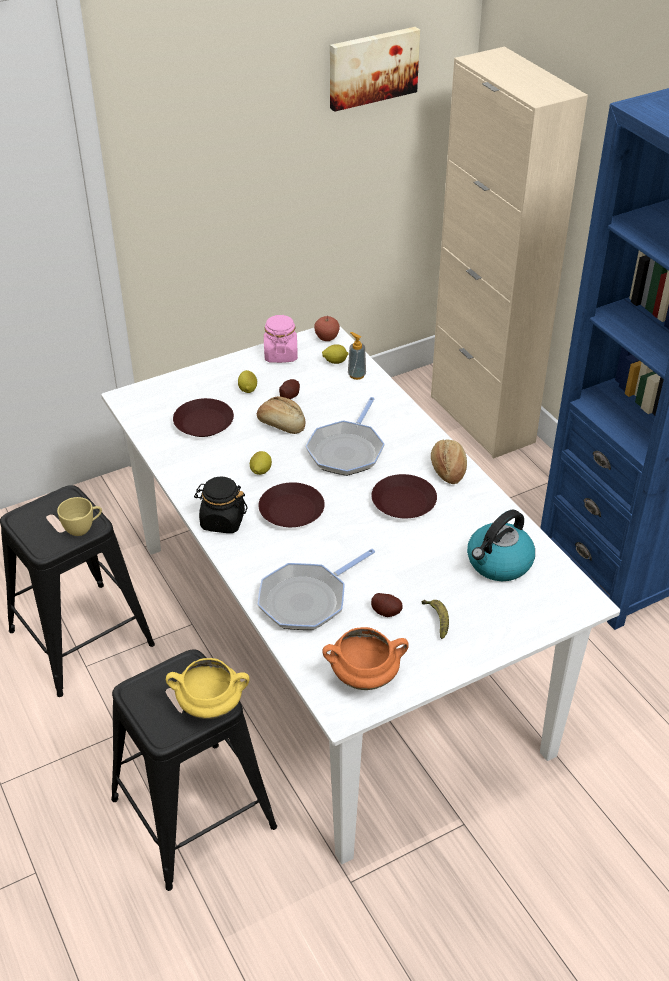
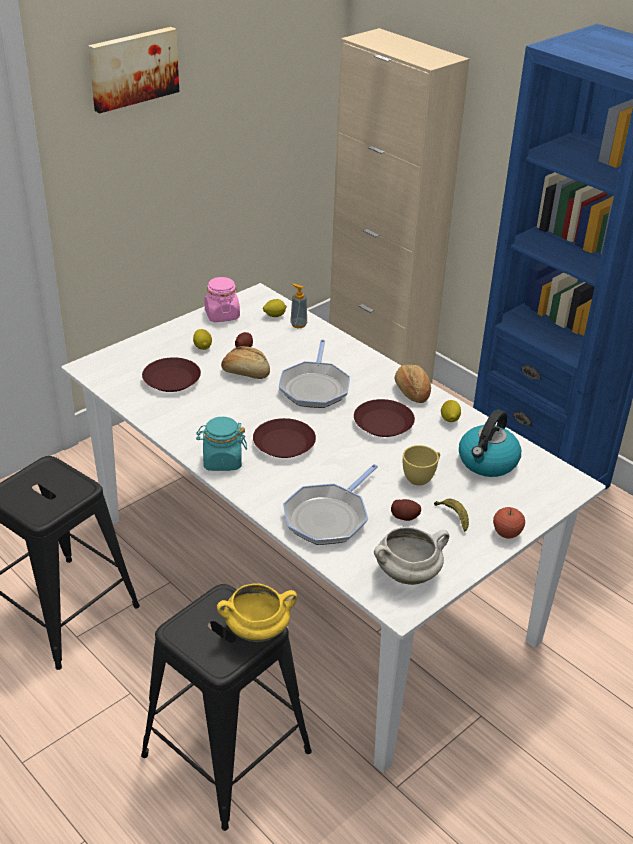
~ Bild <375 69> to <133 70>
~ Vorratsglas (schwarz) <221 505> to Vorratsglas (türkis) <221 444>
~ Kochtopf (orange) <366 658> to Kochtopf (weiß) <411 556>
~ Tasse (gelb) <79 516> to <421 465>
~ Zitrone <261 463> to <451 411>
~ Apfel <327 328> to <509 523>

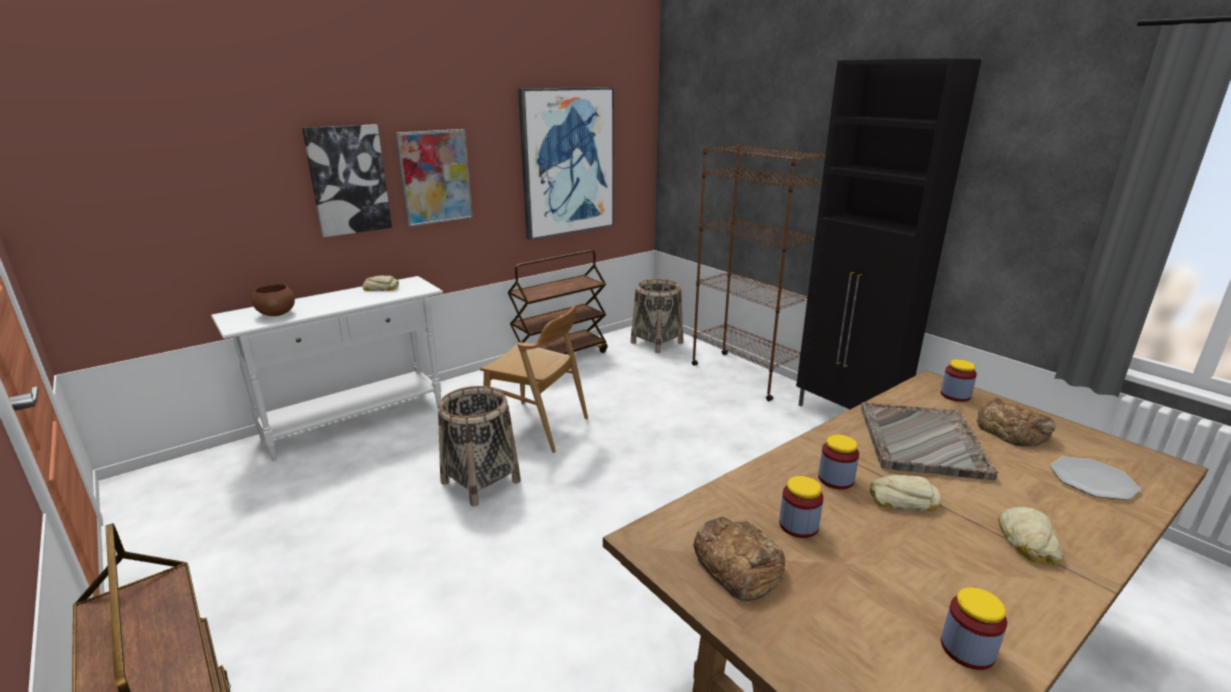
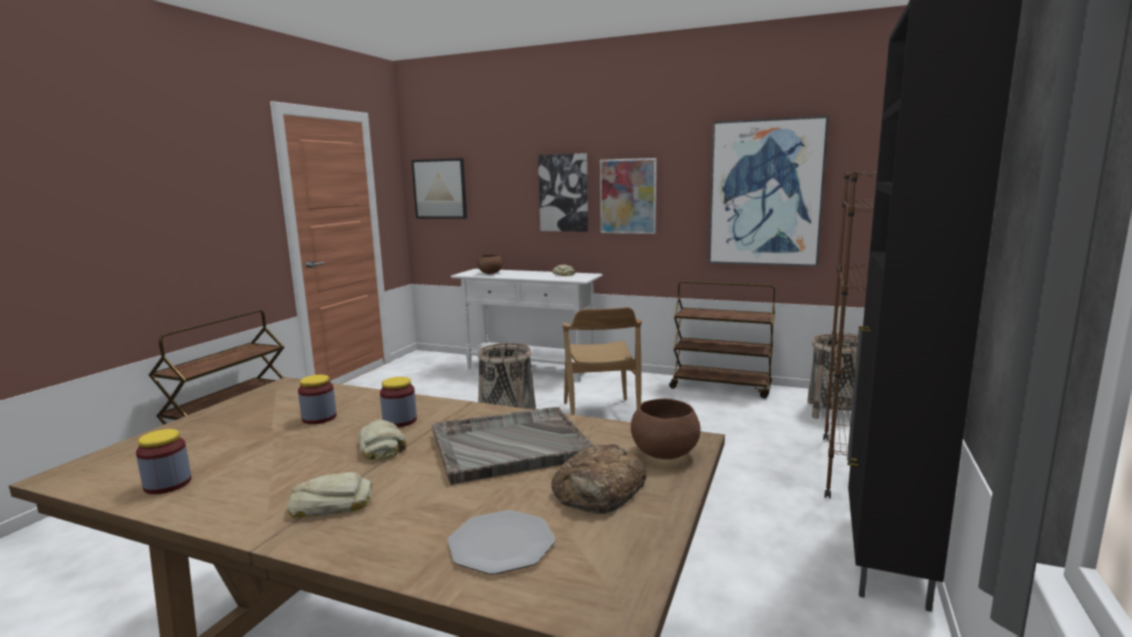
+ Bild <439 188>
~ Vorratsglas <958 380> to Schüssel (braun) <666 429>
- Brot <739 559>

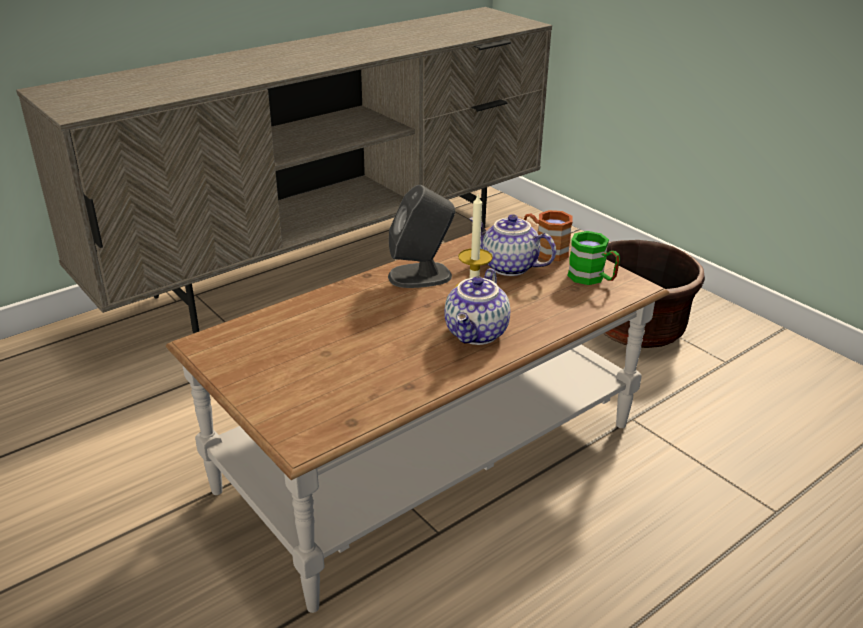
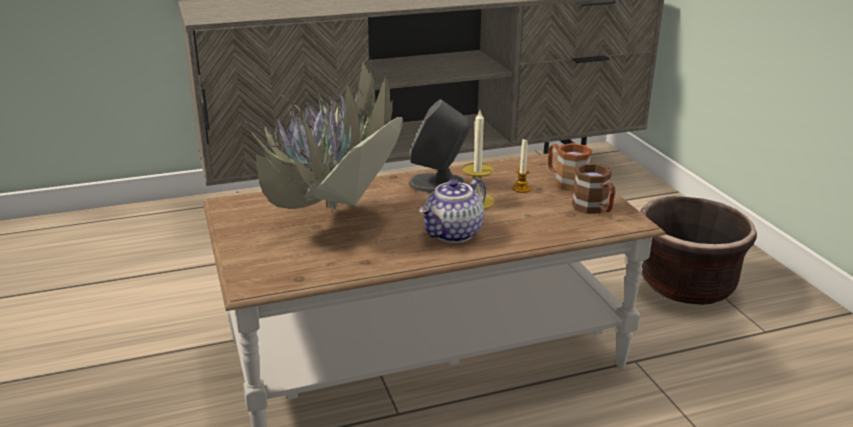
+ Topfpflanze <317 127>
~ Teekanne <512 245> to Kerze <522 166>
~ Henkelbecher (grün) <593 258> to Henkelbecher (braun) <593 188>

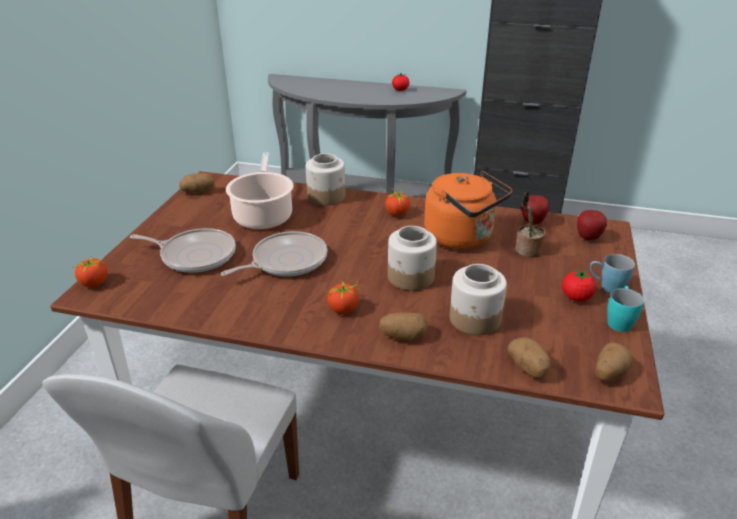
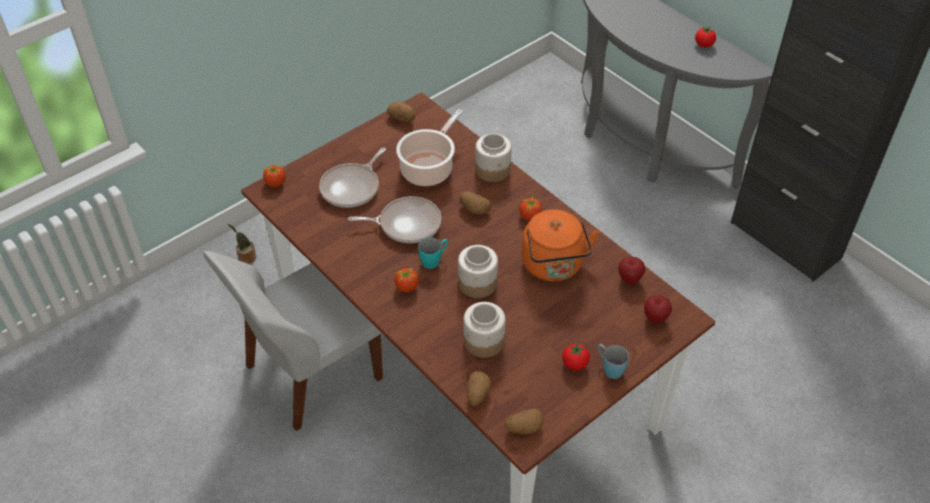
~ Topfpflanze <530 224> to <242 244>
~ Pfanne <183 250> = <352 178> 75 degrees clockwise
~ Henkelbecher (türkis) <625 309> to <433 253>
~ Kartoffel <403 326> to <476 203>

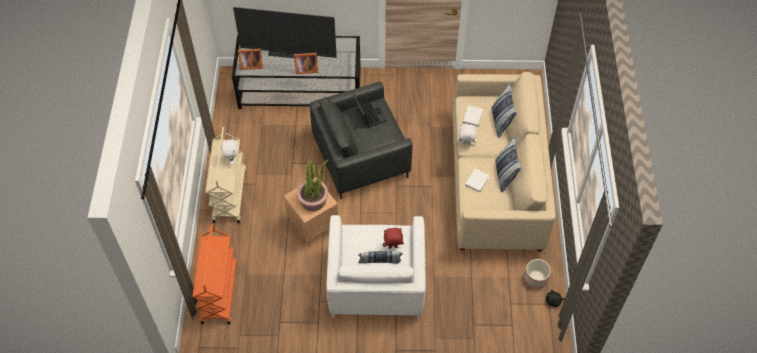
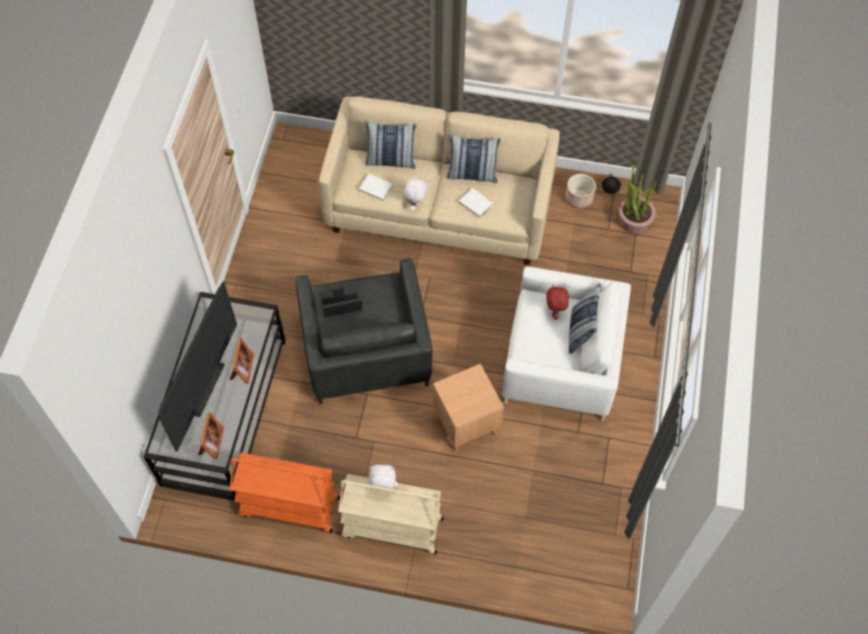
~ Rollwagen (orange) <215 274> to <284 493>
~ Topfpflanze <312 184> to <637 199>

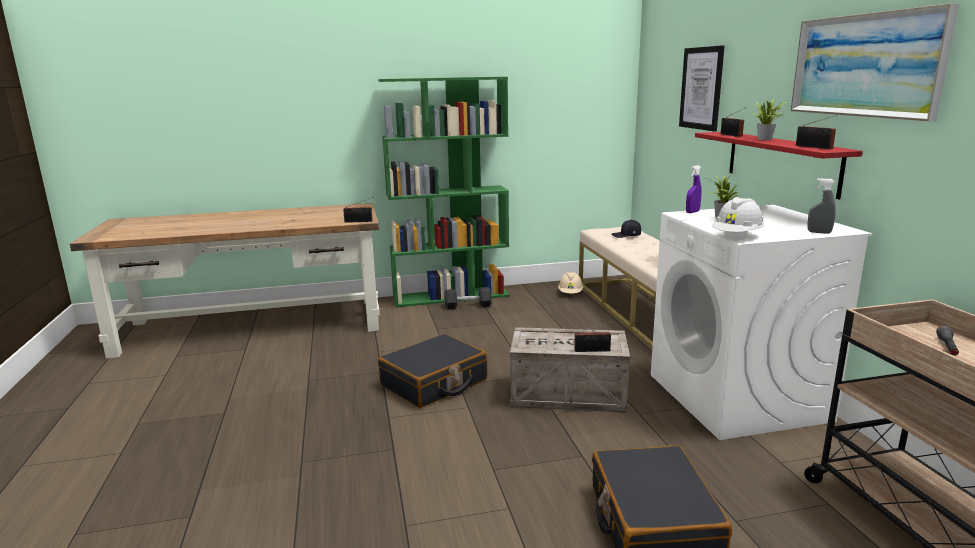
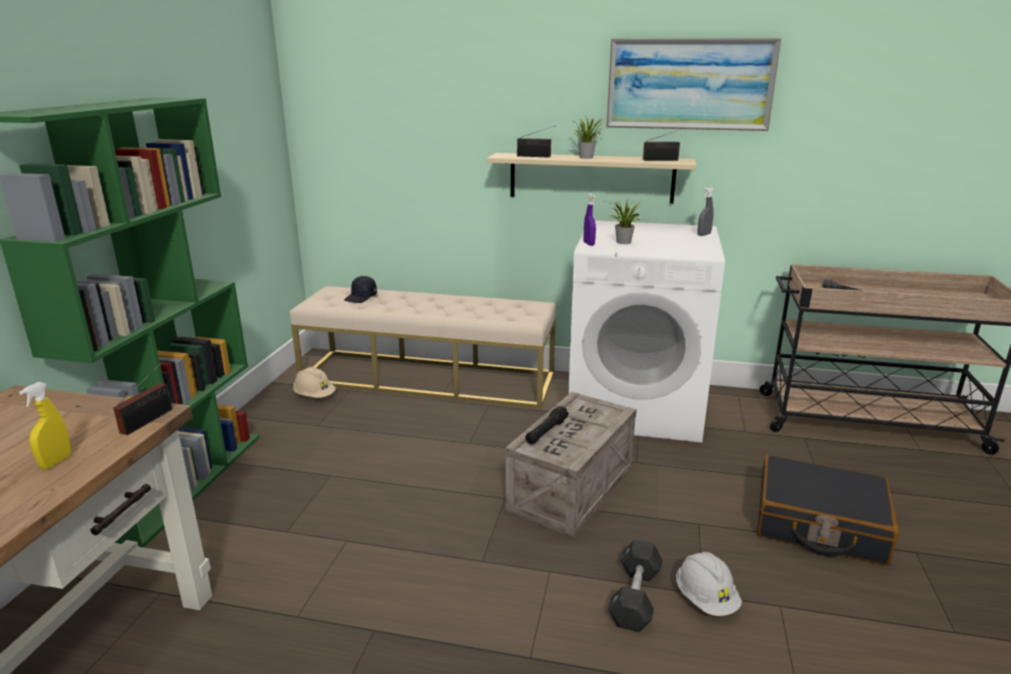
+ Sprühflasche (gelb) <45 425>
~ Wandregal (rot) <779 165> to Wandregal (beige) <591 178>
+ Taschenlampe (schwarz) <547 425>
~ Hantel (schwarz) <468 298> to <635 586>
~ Schutzhelm (weiß) <738 214> to <709 584>
- Koffer (schwarz) <432 371>
- Radio <594 336>
- Bild <702 88>

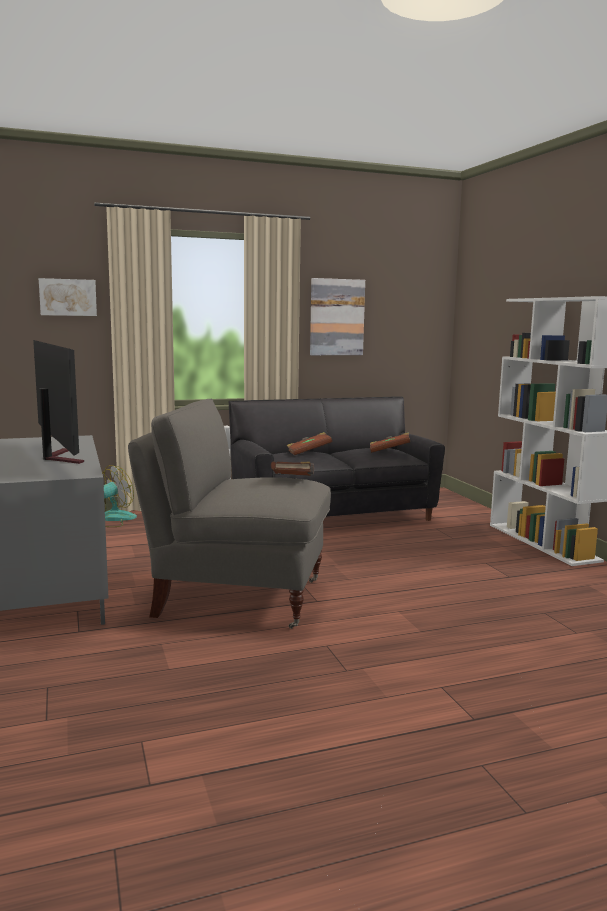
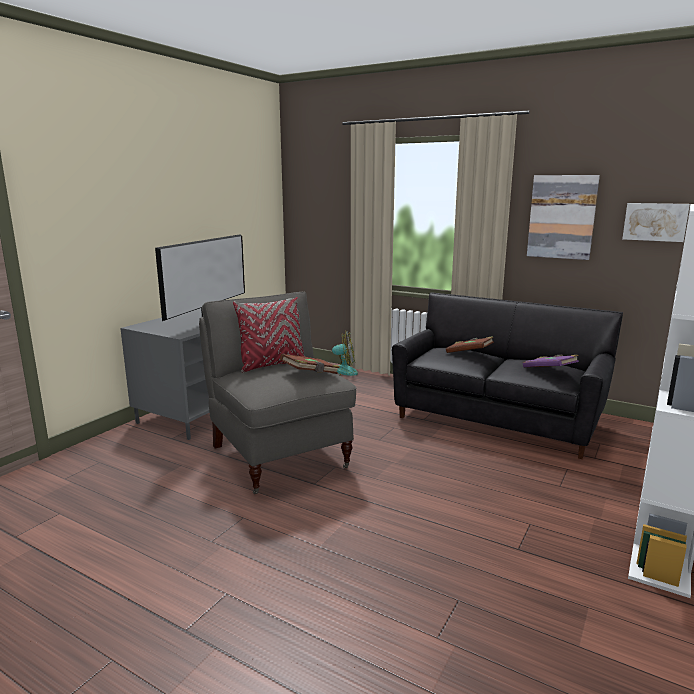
+ Kissen (rot) <269 334>
~ Buch (braun) <390 443> to Buch (lila) <551 361>
~ Bild <68 297> to <656 222>

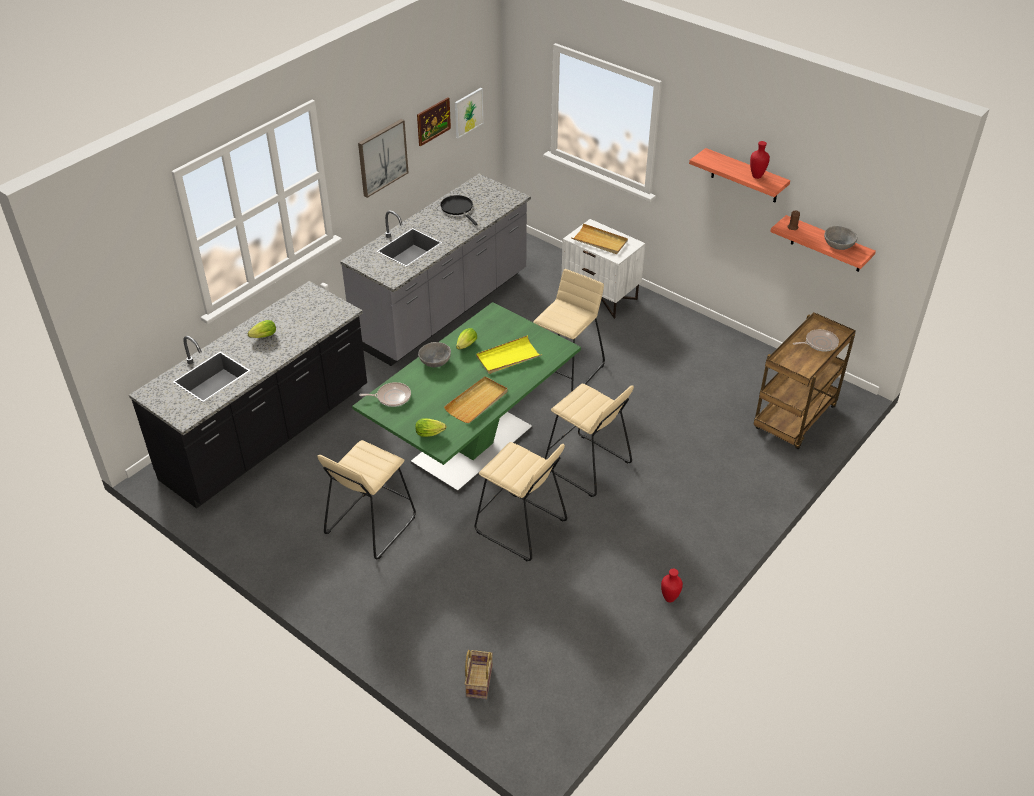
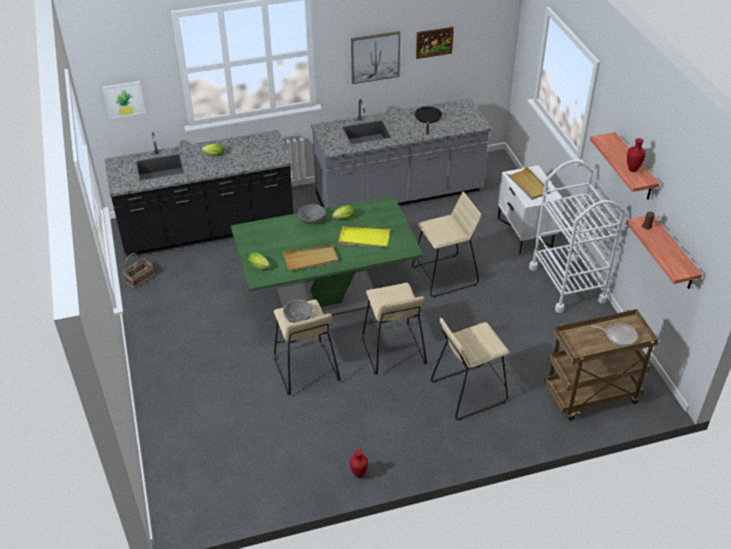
~ Bild <469 113> to <124 100>
~ Korb <479 674> to <139 271>
~ Schüssel (grau) <840 238> to <298 311>
~ Hocker (beige) <366 499> to <470 369>
+ Rollwagen (weiß) <577 236>
- Pfanne <385 394>

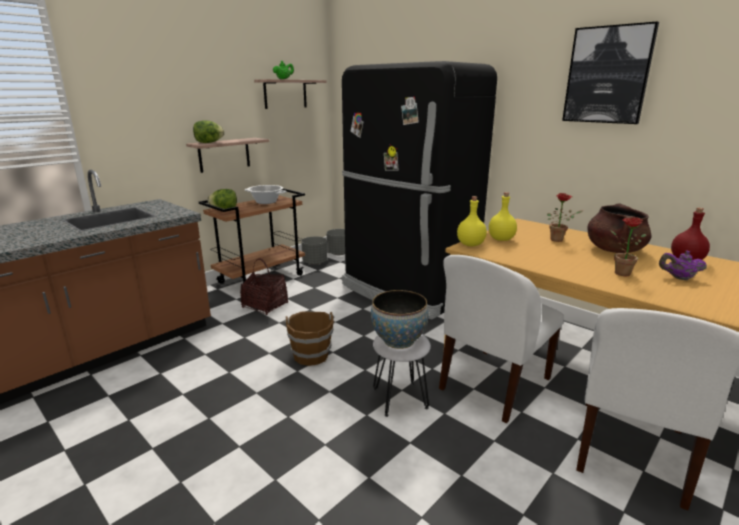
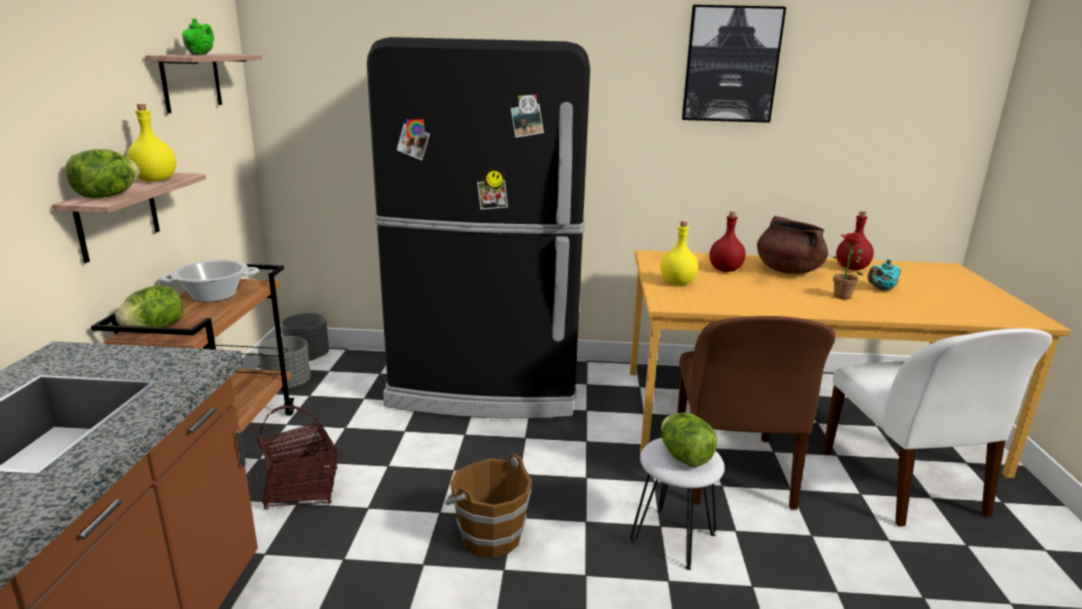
~ Flasche (gelb) <472 221> to <151 143>
~ Schüssel <400 319> to Salatkopf <689 440>
~ Stuhl (weiß) <501 339> to Stuhl (braun) <756 413>
~ Topfpflanze <565 217> to Flasche (rot) <727 241>
~ Teekanne (lila) <683 265> to Teekanne (türkis) <884 275>

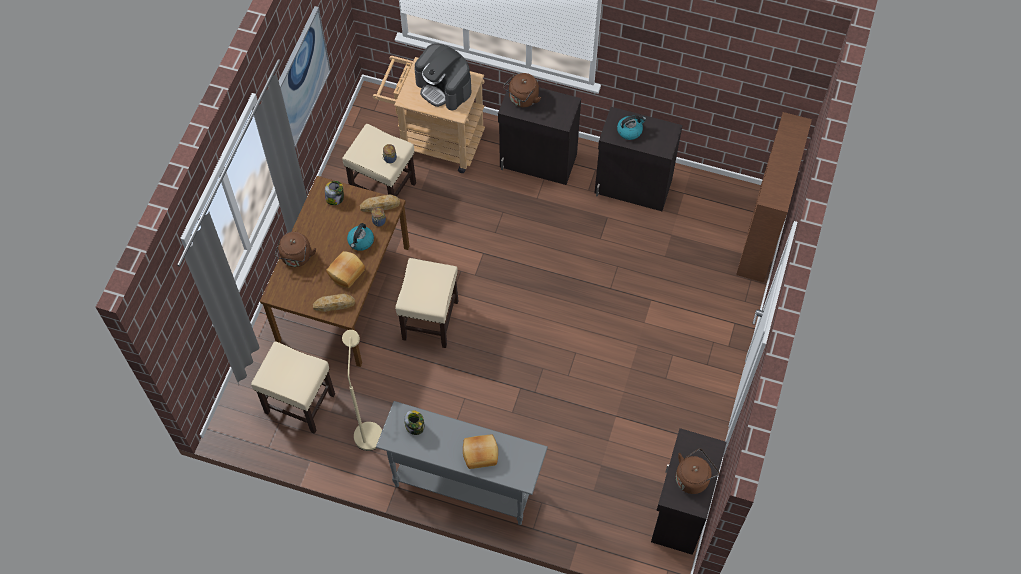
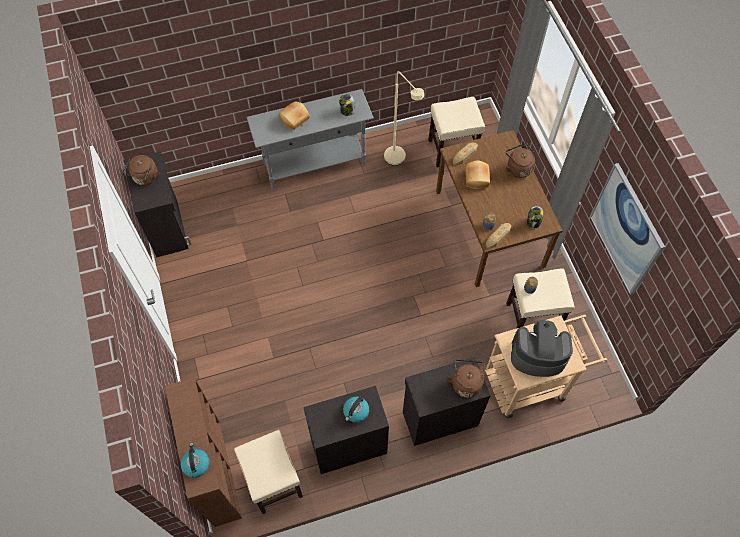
~ Wasserkessel <360 237> to <195 460>
~ Hocker (beige) <426 303> to <268 472>

